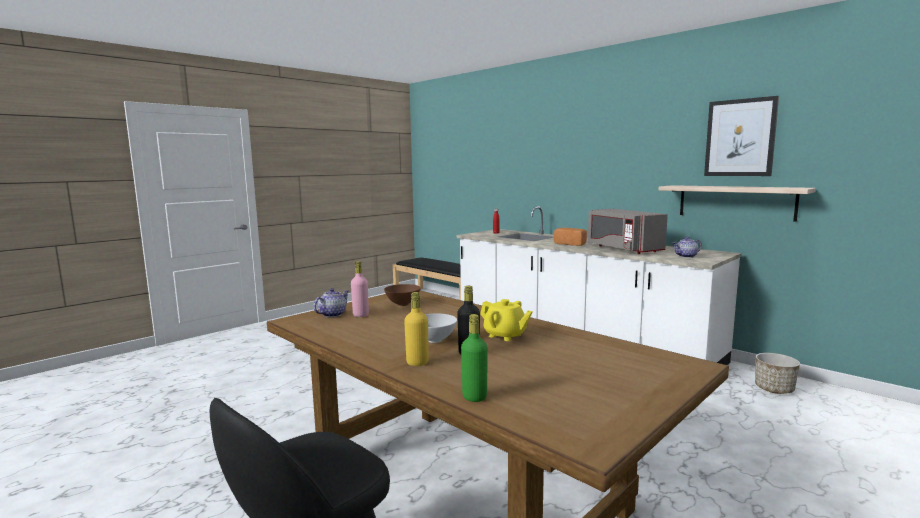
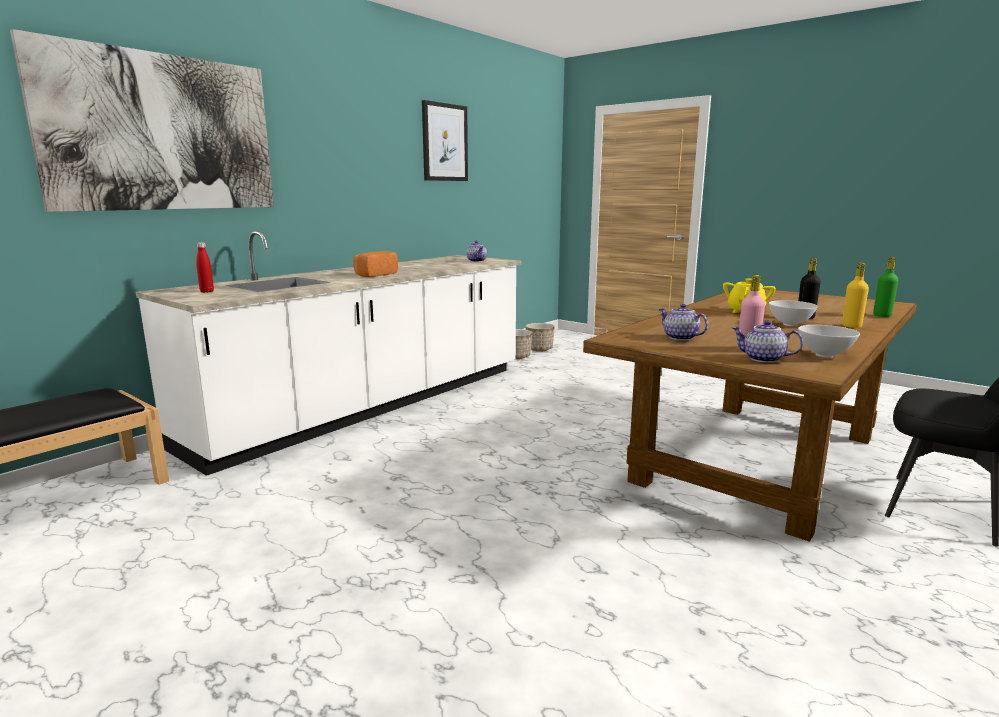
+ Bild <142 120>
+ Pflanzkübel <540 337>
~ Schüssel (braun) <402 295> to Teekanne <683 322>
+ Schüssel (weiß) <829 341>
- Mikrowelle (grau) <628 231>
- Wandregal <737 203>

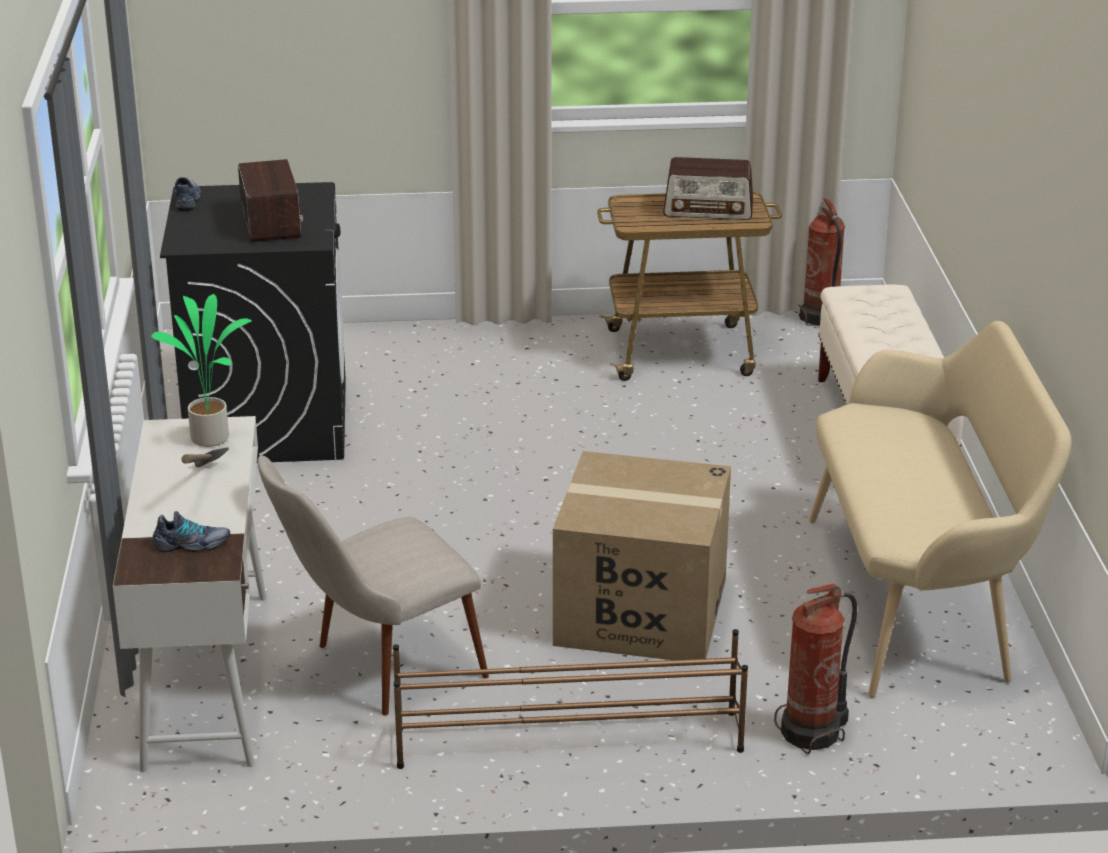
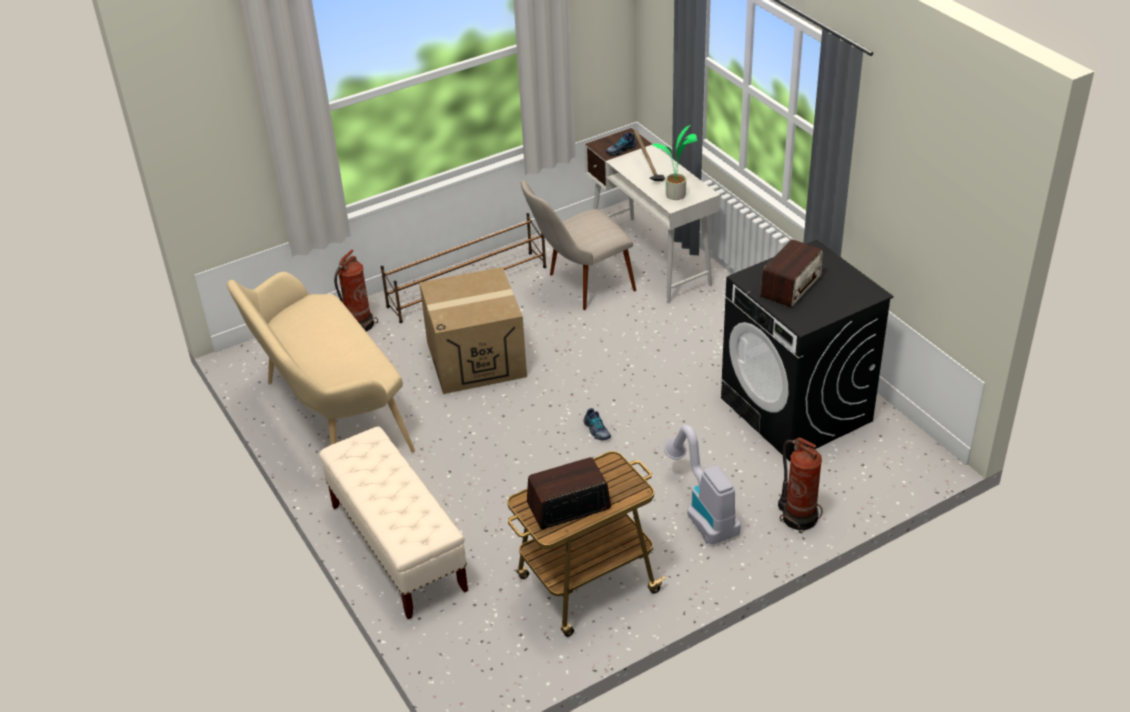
~ Stuhl (beige) <373 585> = <578 245> 150 degrees counterclockwise
~ Schuh <187 194> to <597 424>
+ Staubsauger <702 484>
~ Radio <270 200> = <791 273> 105 degrees counterclockwise
~ Feuerlöscher <819 262> to <800 486>

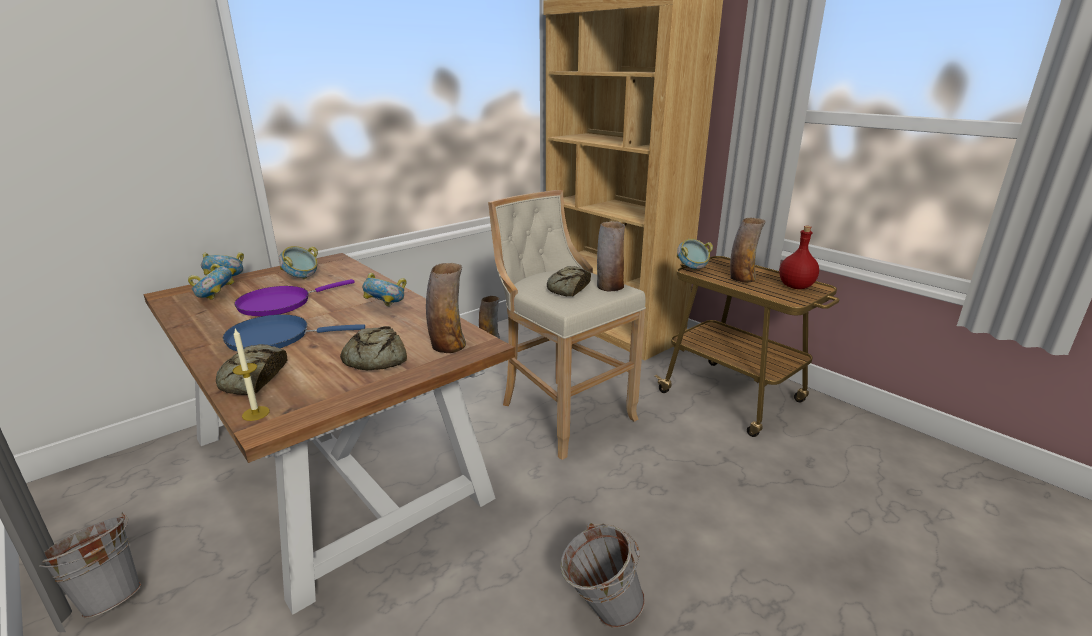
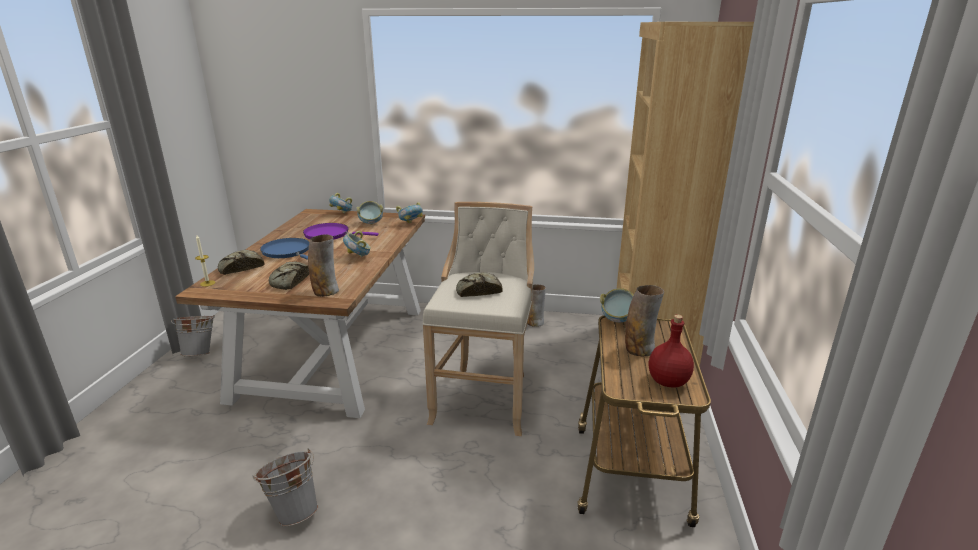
~ Schüssel <211 282> to <409 212>
- Vase <611 256>

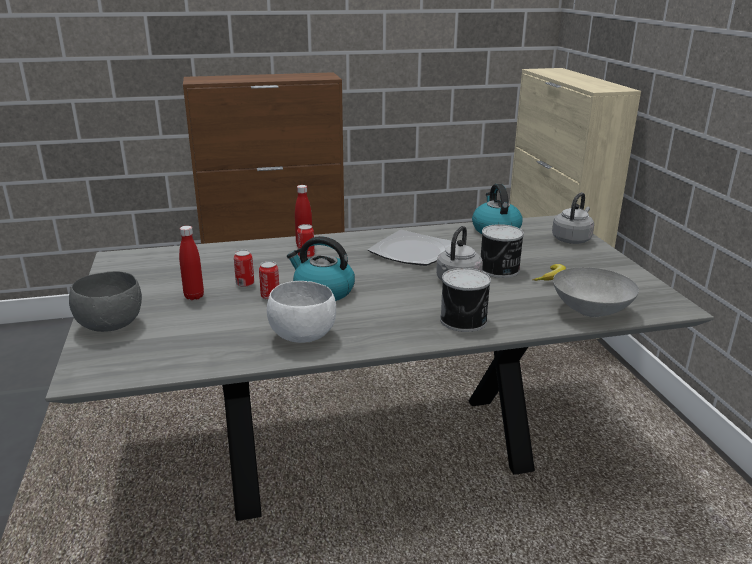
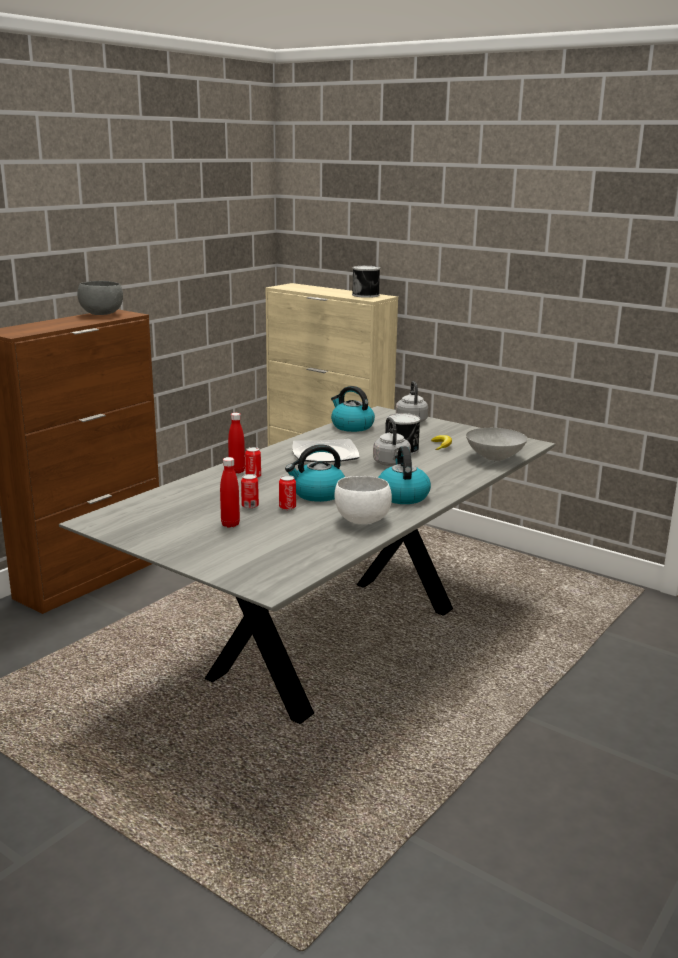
~ Schüssel (grau) <105 301> to <100 298>
~ Dose <465 300> to <366 282>
+ Wasserkessel <404 475>

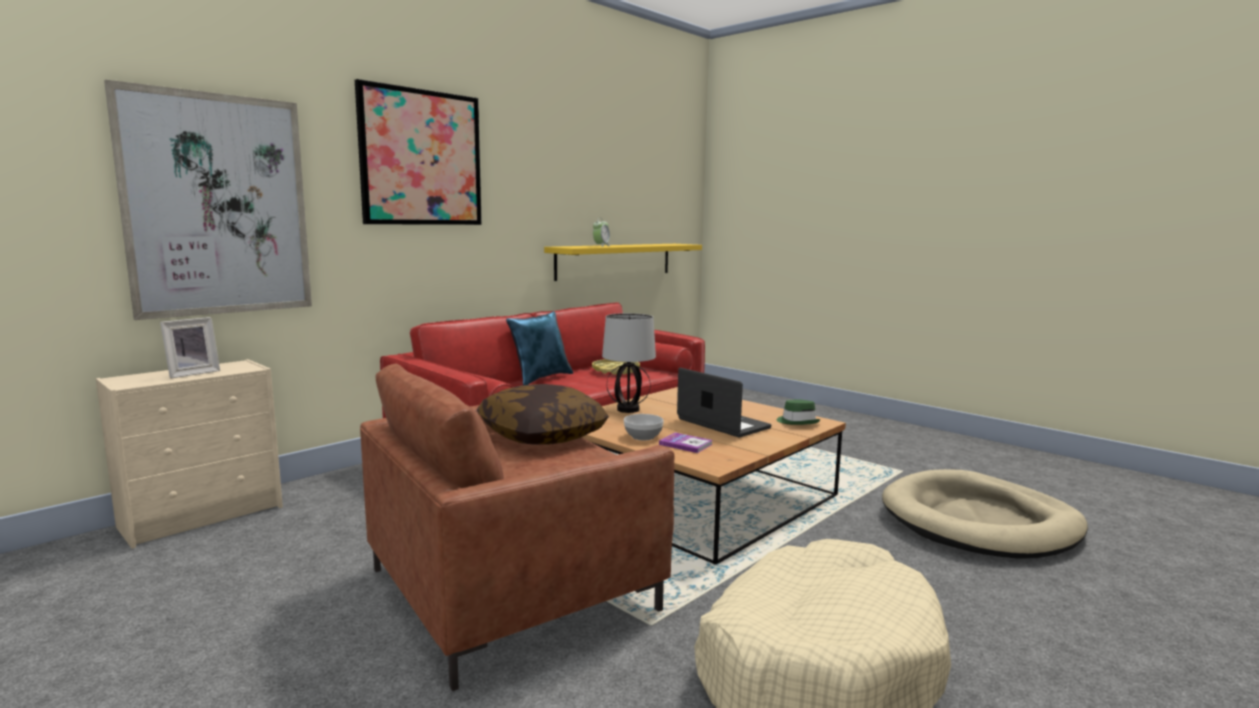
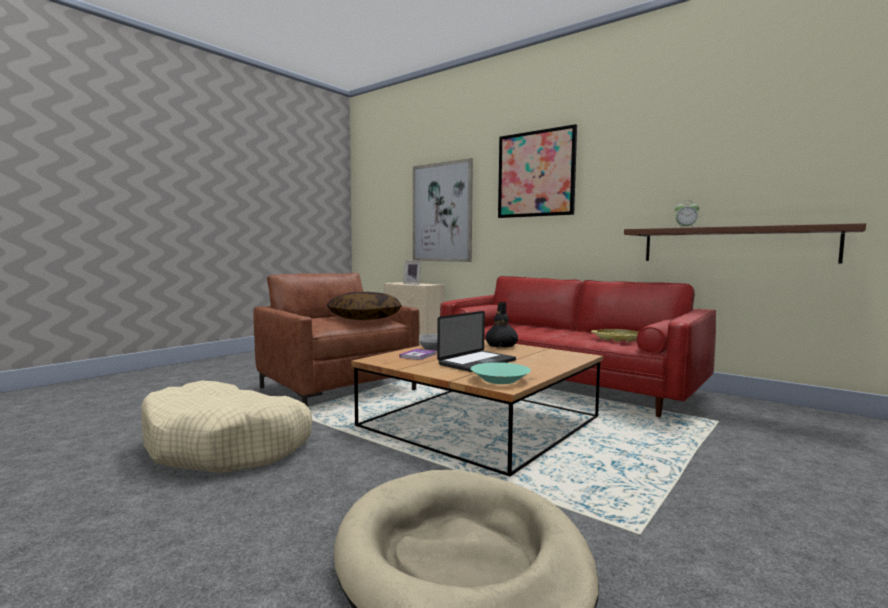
~ Hut (grün) <799 412> to Schüssel (türkis) <501 373>
~ Tischlampe <629 363> to Vase (schwarz) <502 325>
~ Wandregal (gelb) <623 262> to Wandregal (braun) <745 243>
- Kissen (blau) <539 348>

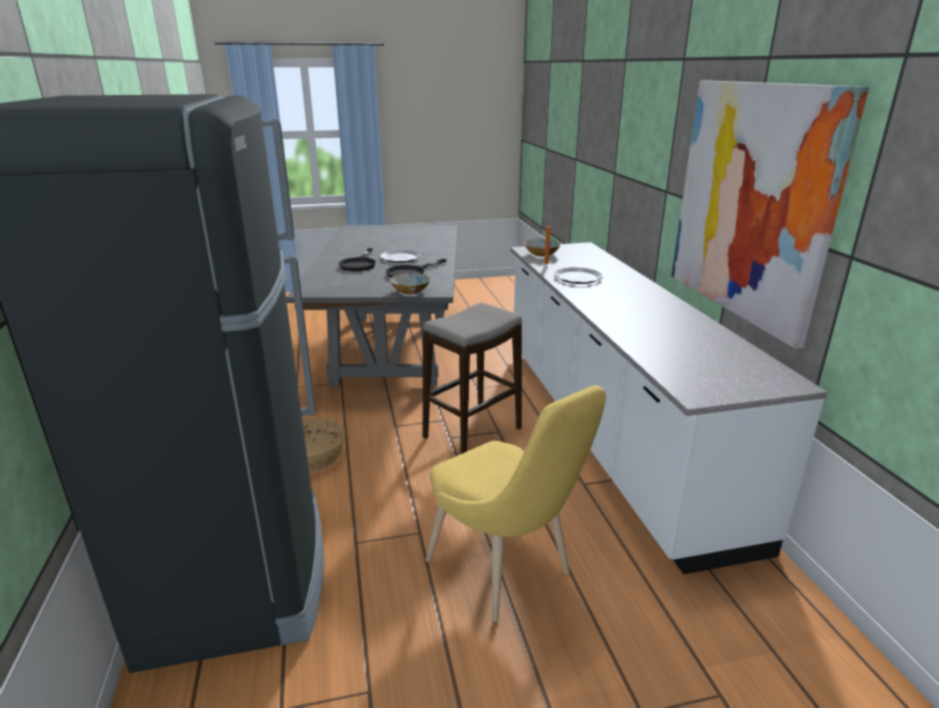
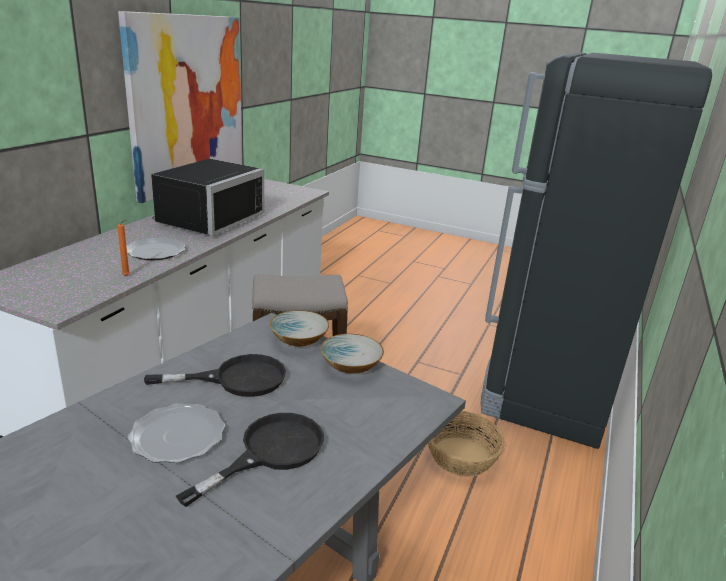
+ Mikrowelle (schwarz) <207 197>
~ Schüssel <542 248> to <352 354>
- Stuhl (gelb) <515 504>

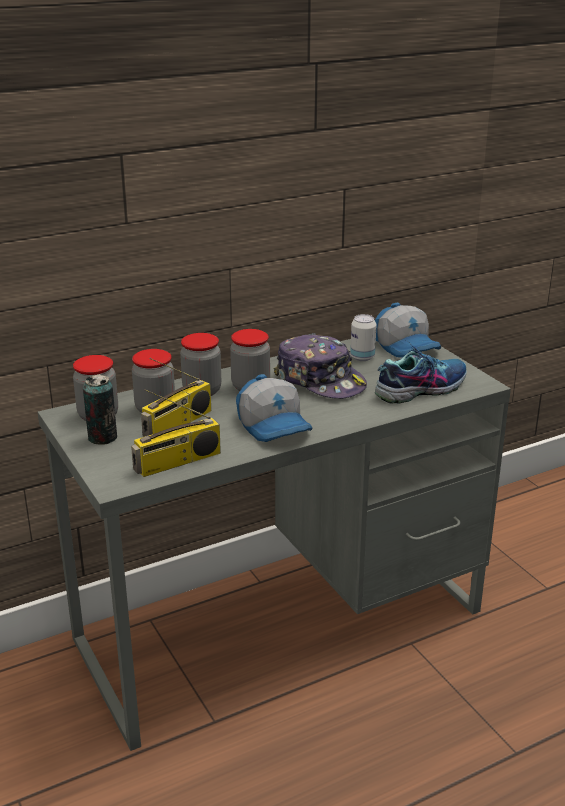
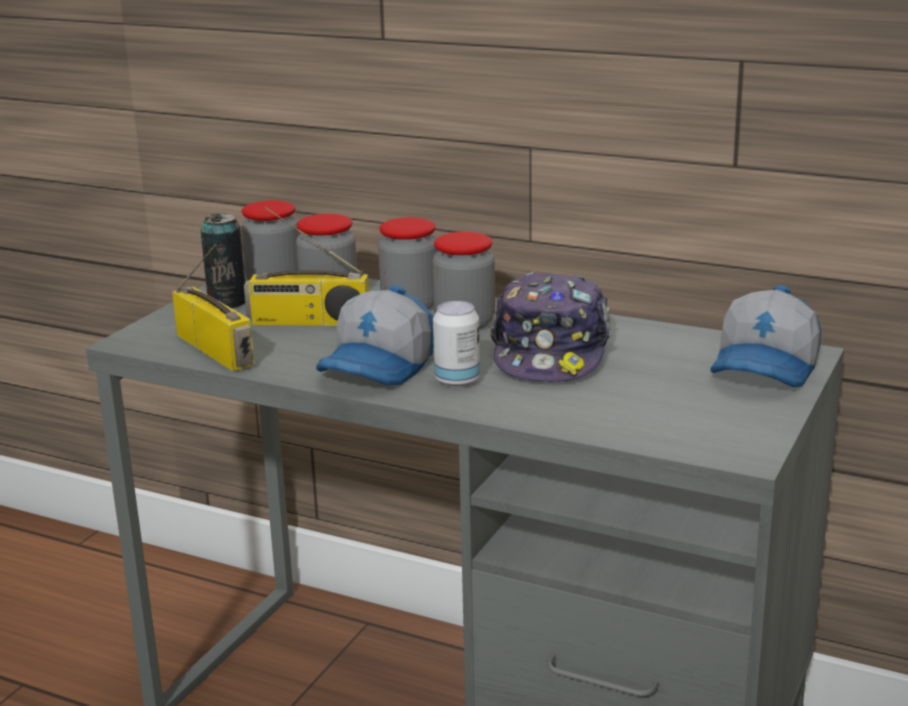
~ Radio <176 433> = <213 307> 150 degrees counterclockwise
~ Dose <363 337> to <456 344>
- Schuh <421 372>

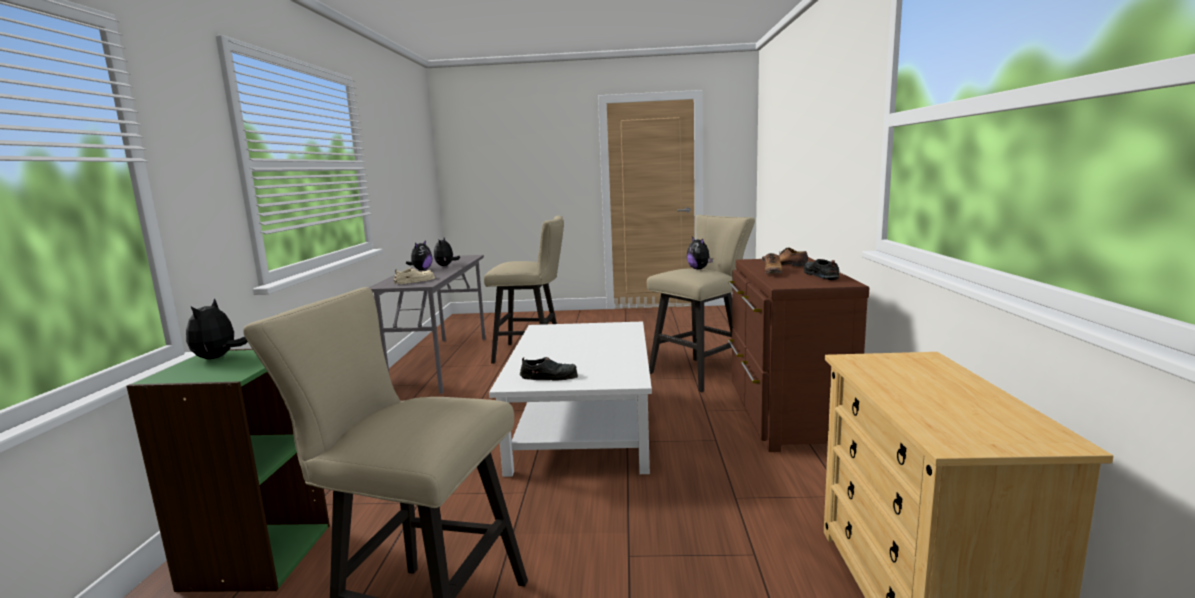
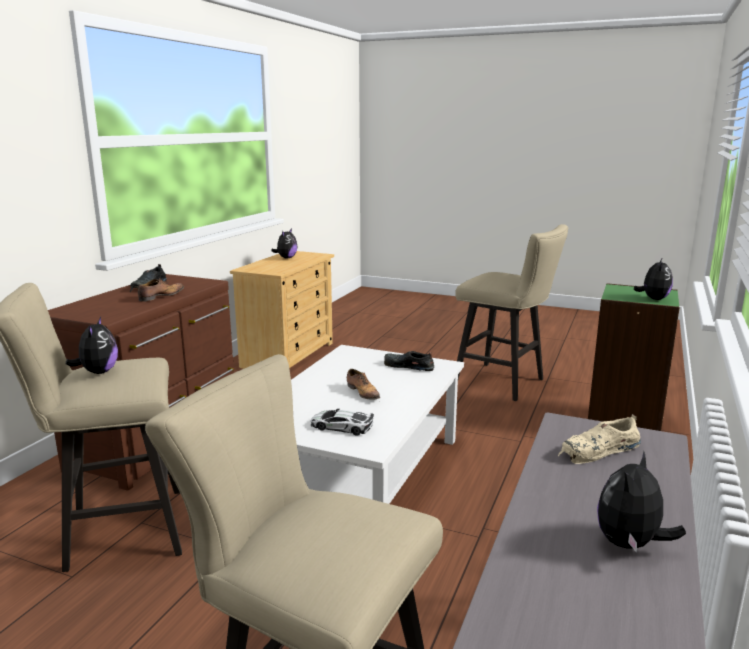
~ Plüschtier <447 252> to <284 243>
+ Spielzeugauto <342 422>
~ Schuh <785 257> to <363 384>

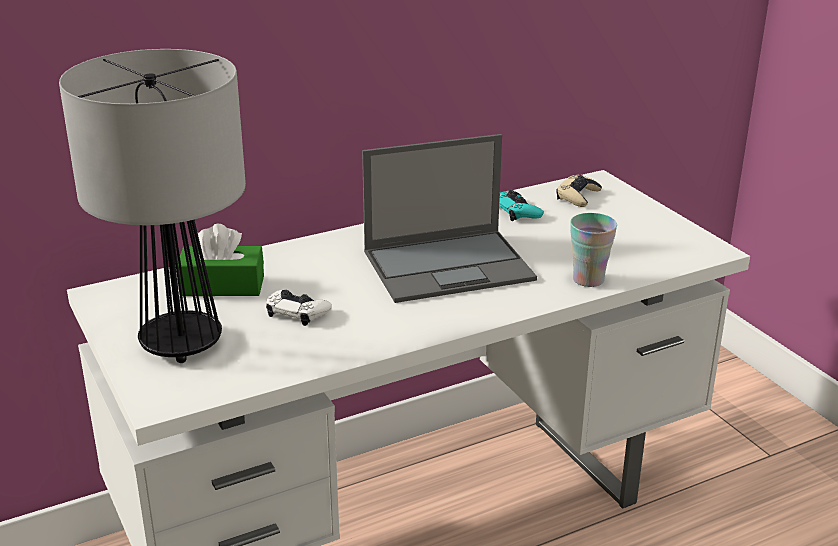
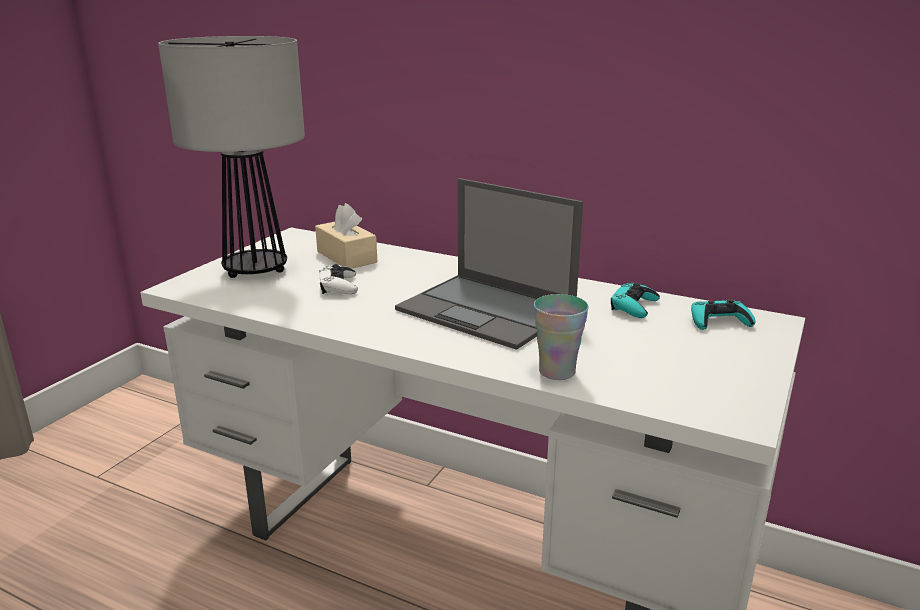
~ Taschentuchbox (grün) <221 260> to Taschentuchbox (beige) <346 236>
~ Gamepad (beige) <579 191> to Gamepad (türkis) <723 315>

